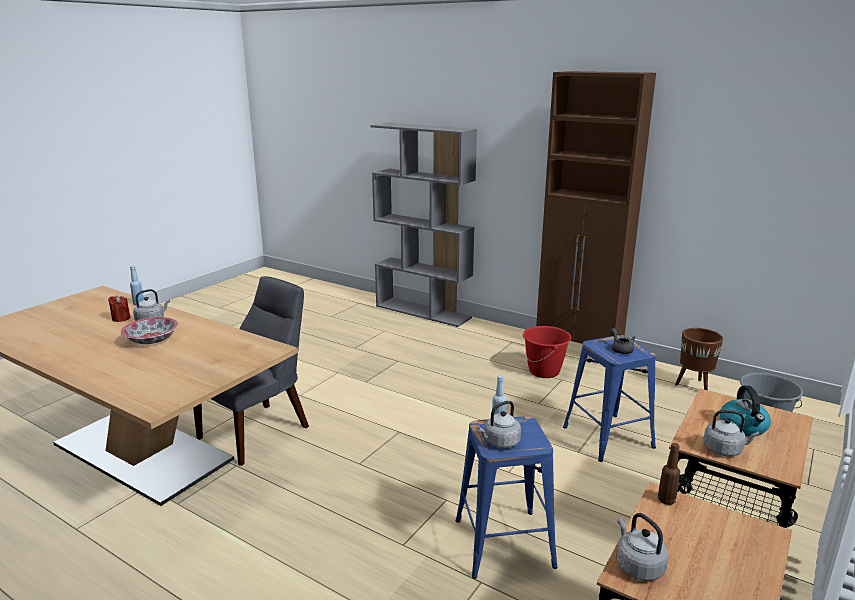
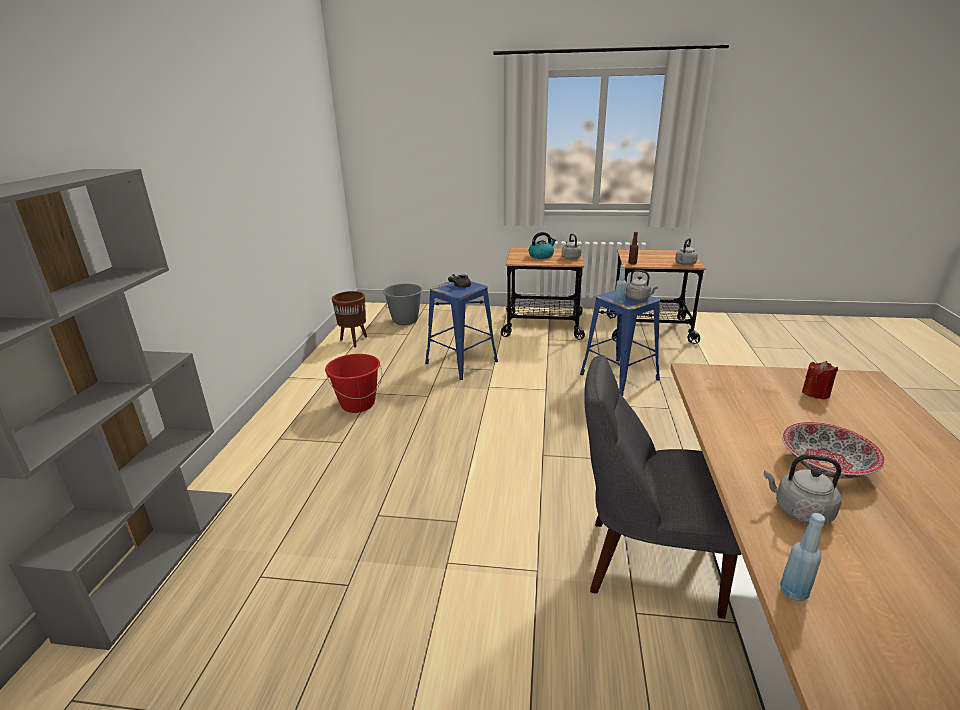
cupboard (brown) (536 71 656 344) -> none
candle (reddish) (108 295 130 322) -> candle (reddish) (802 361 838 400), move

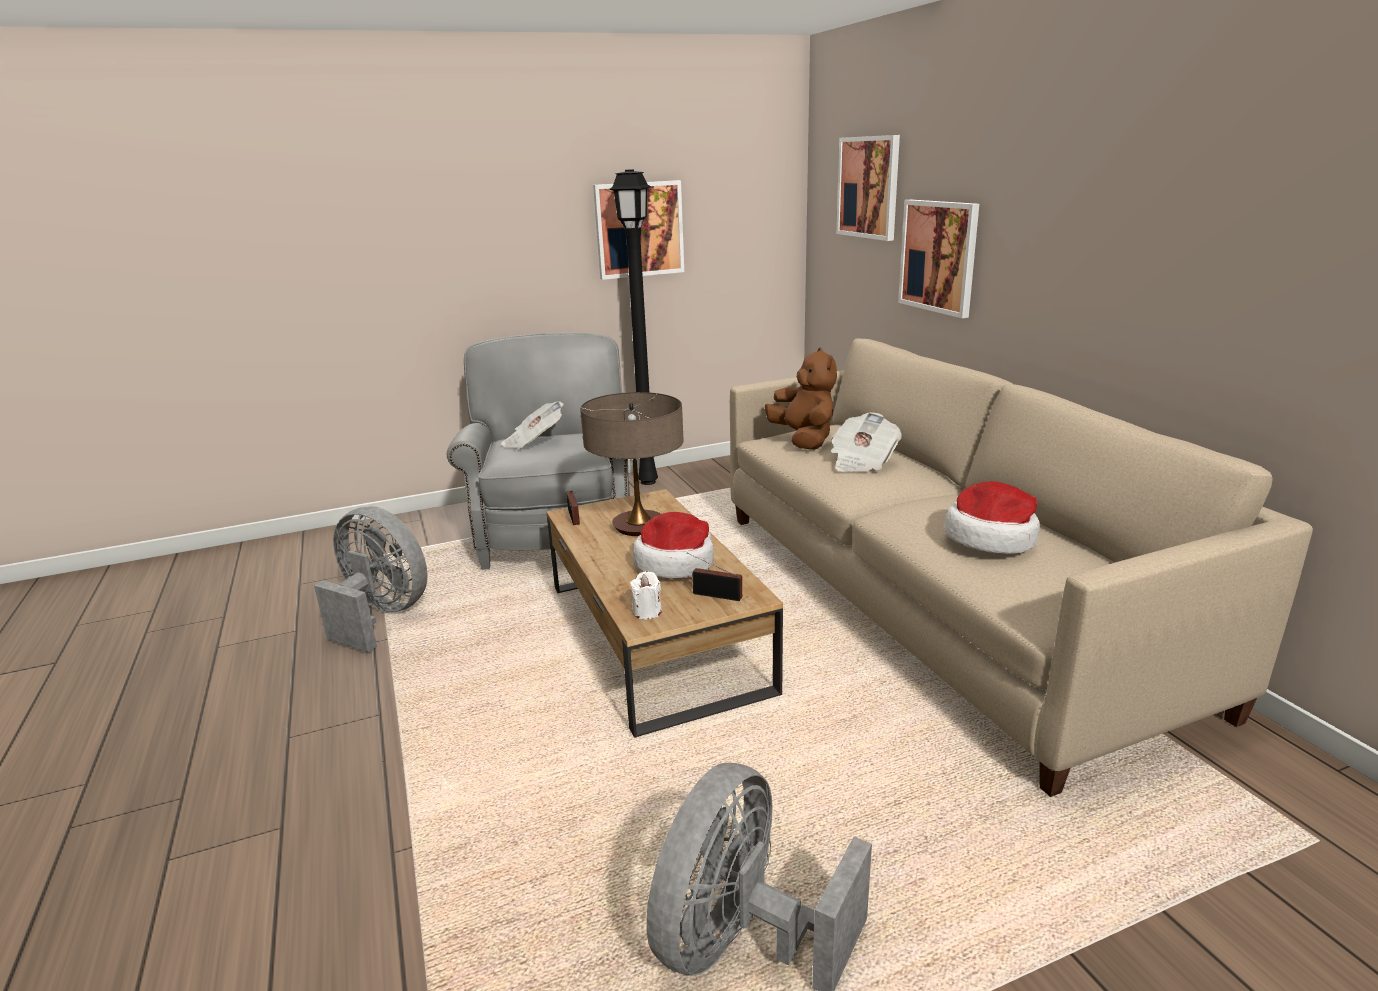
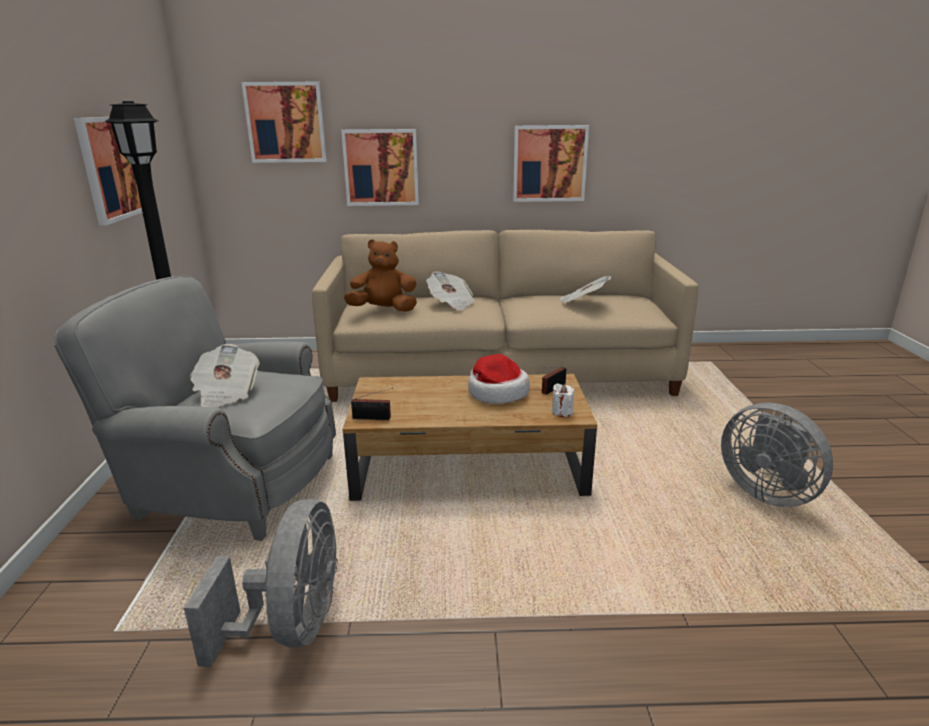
tabletop lamp (580 392 684 536) -> none
wearable hat (945 481 1040 554) -> newspaper (560 276 611 304)
fan (grey) (314 506 428 652) -> fan (grey) (184 499 338 667), 135 degrees clockwise
none -> wall art (513 125 589 202)

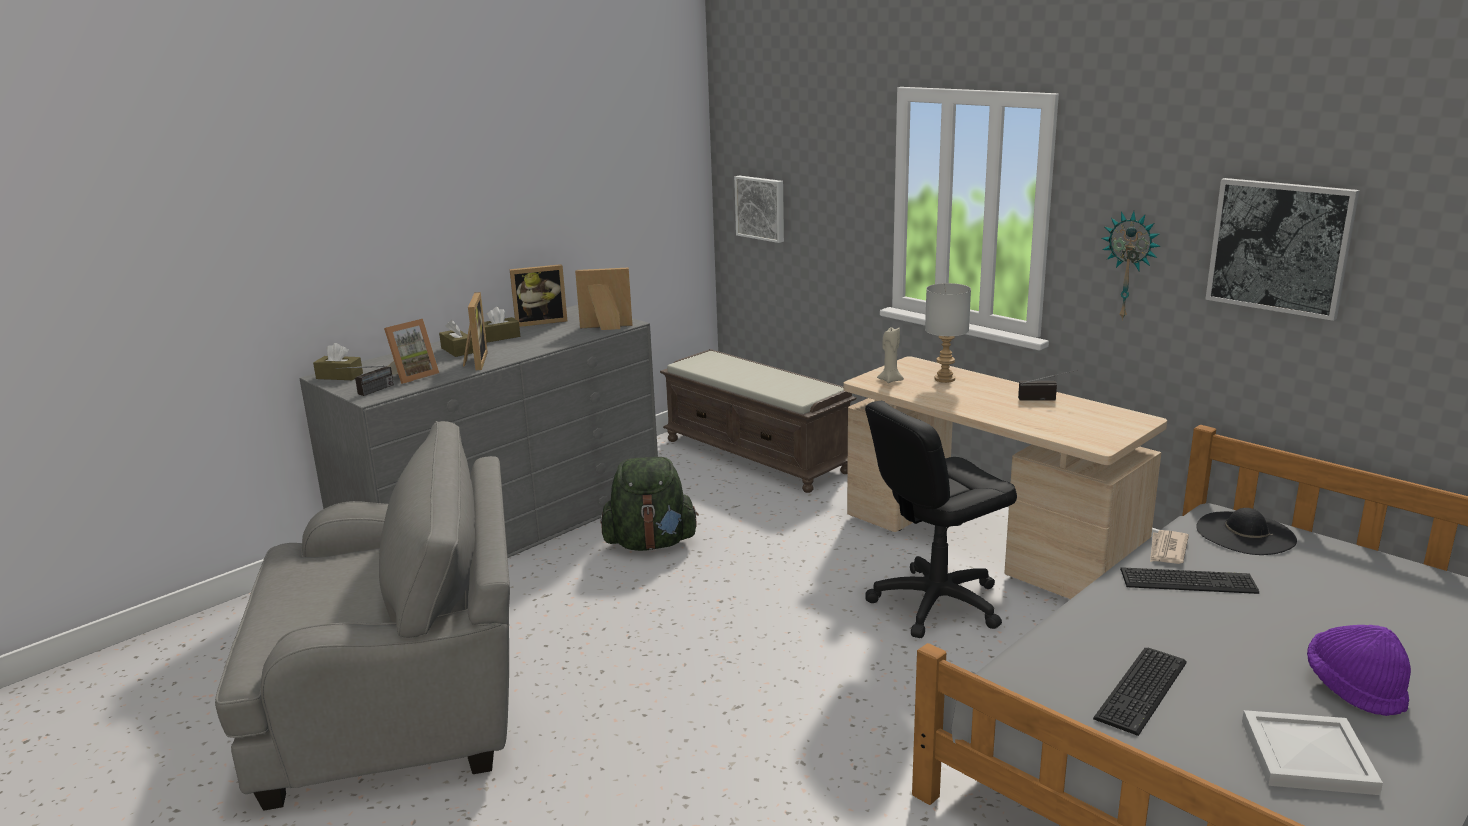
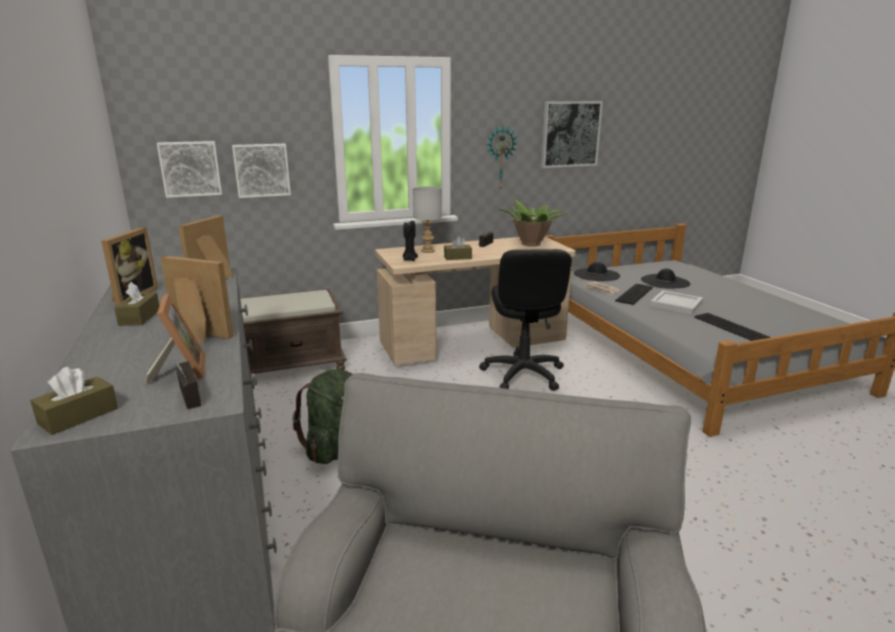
box of tissues (brown) (439 320 473 357) -> box of tissues (brown) (444 236 472 260), move
candle (beige) (877 327 904 383) -> candle (black-coloured) (403 221 418 261)
wearable hat (purplish) (1307 625 1411 716) -> none
serving tray (whitish) (1242 710 1383 795) -> serving tray (whitish) (650 290 703 315), move
none -> wall art (232 144 291 198)
none -> plant in a pot (498 200 571 246)
none -> wearable hat (black-coloured) (641 268 690 288)

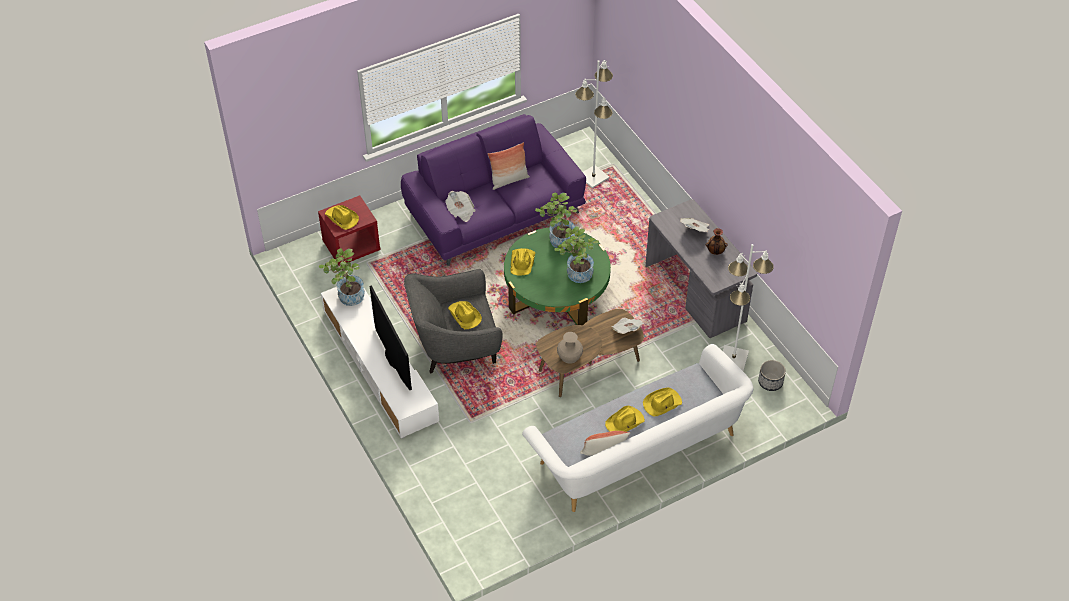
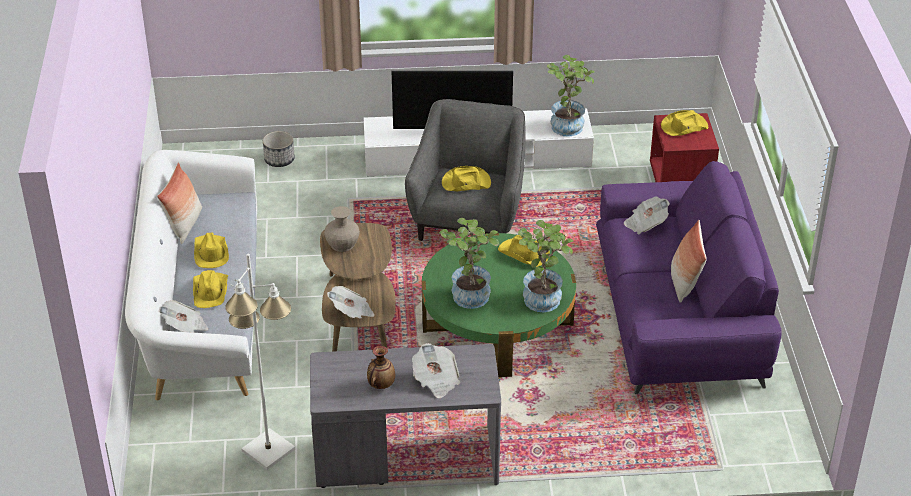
standing lamp (whitish) (575 60 613 189) -> none
plant pot (758 360 786 391) -> plant pot (263 131 295 167), move
none -> newspaper (159 300 208 333)

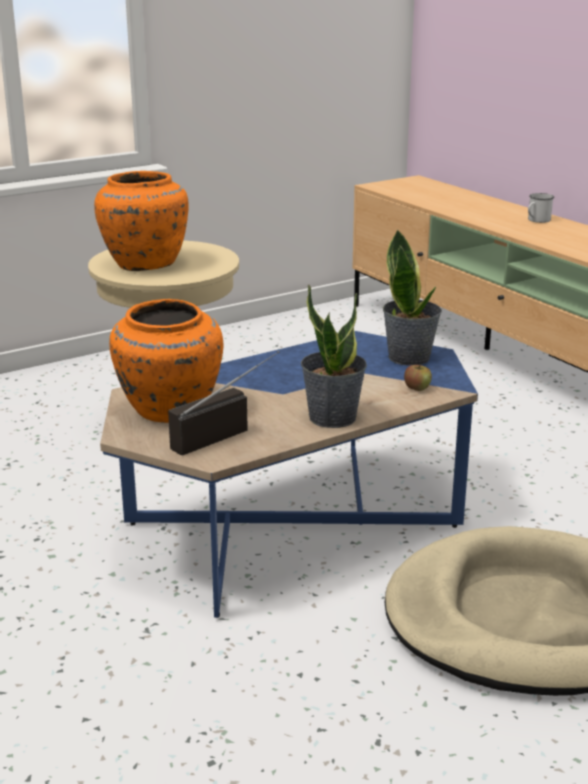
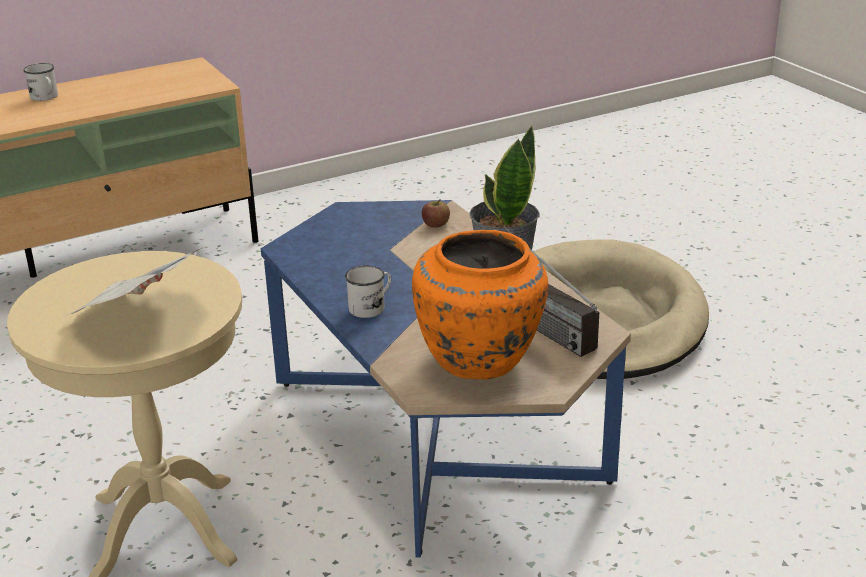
decorative vase (orange) (94 171 189 271) -> newspaper (66 247 204 316)
plant in a pot (383 229 442 366) -> none
none -> tea mug (whitish) (345 266 391 318)

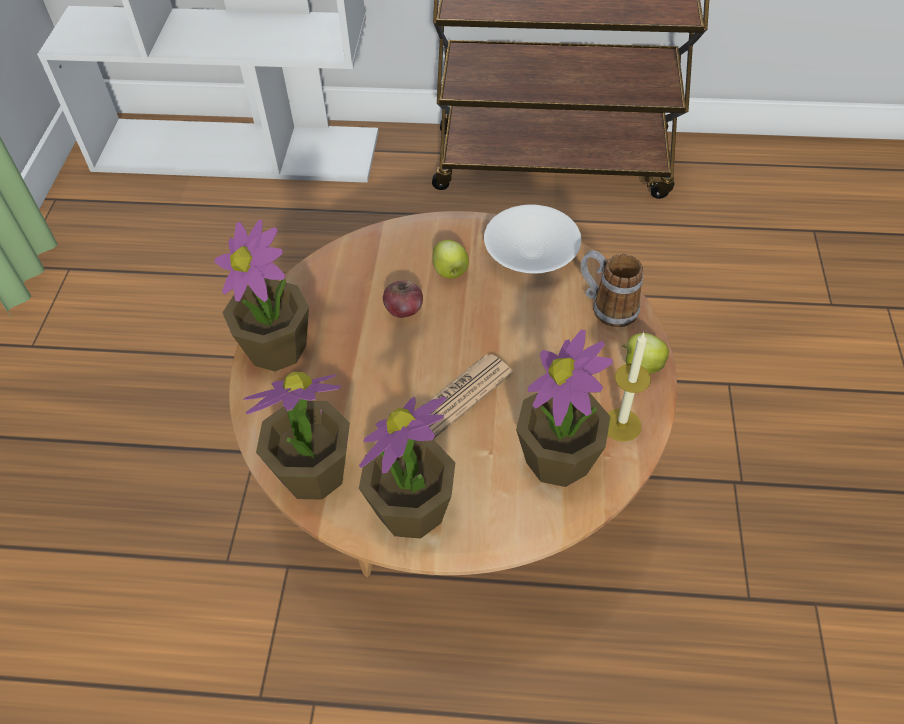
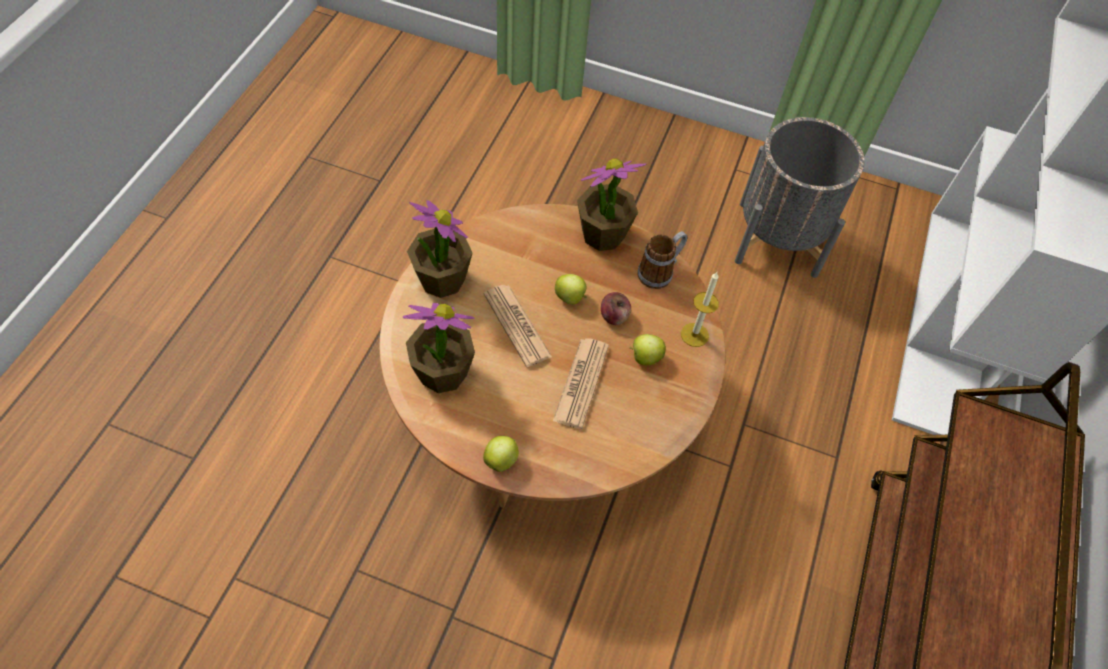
bowl (whitish) (484 205 581 273) -> none
tea mug (581 250 643 327) -> tea mug (638 231 687 289), move
candle (608 333 651 442) -> candle (681 272 719 347), move
plant in a pot (243 372 350 500) -> none
none -> plant pot (grey) (735 117 865 278)
none -> apple (555 274 587 304)
none -> newspaper (553 338 609 429)

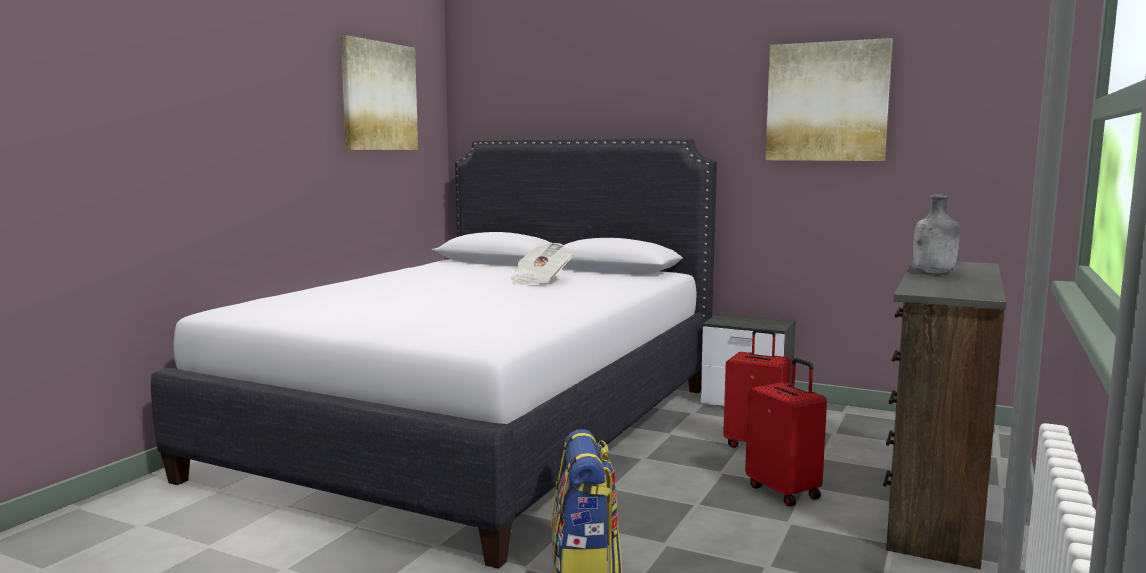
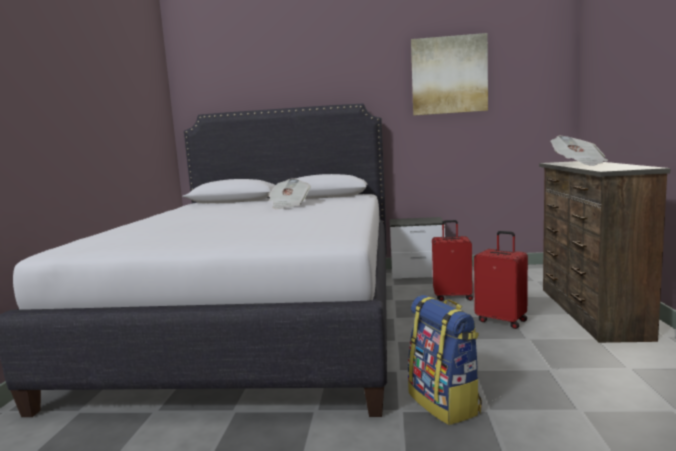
wall art (341 35 418 150) -> none
drink bottle (grey) (913 195 960 274) -> newspaper (550 136 608 166)

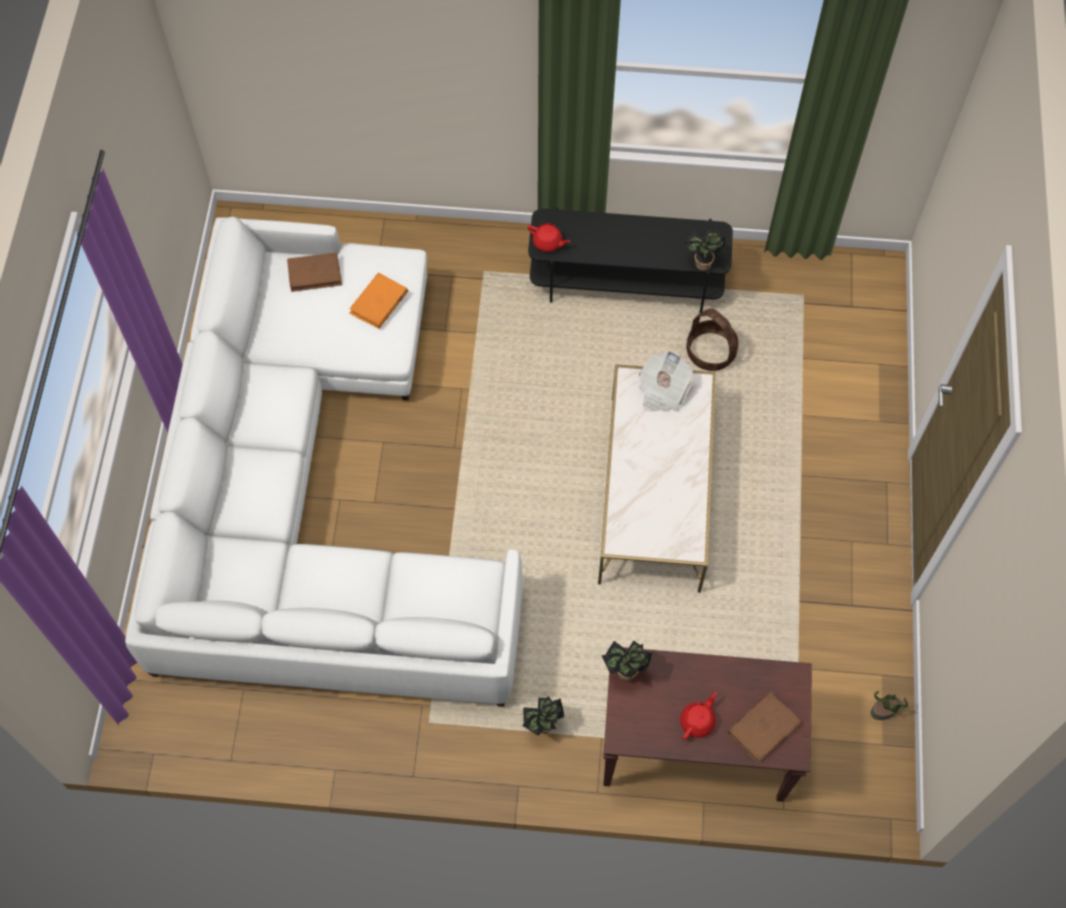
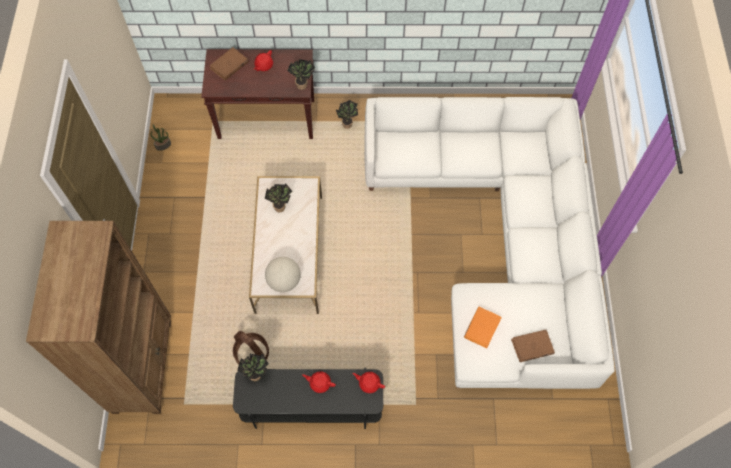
newspaper (639 350 694 412) -> globe (265 257 301 292)
none -> plant in a pot (265 184 292 213)
none -> bookshelf (brown) (26 221 171 414)
none -> teapot (reddish) (302 371 336 393)

